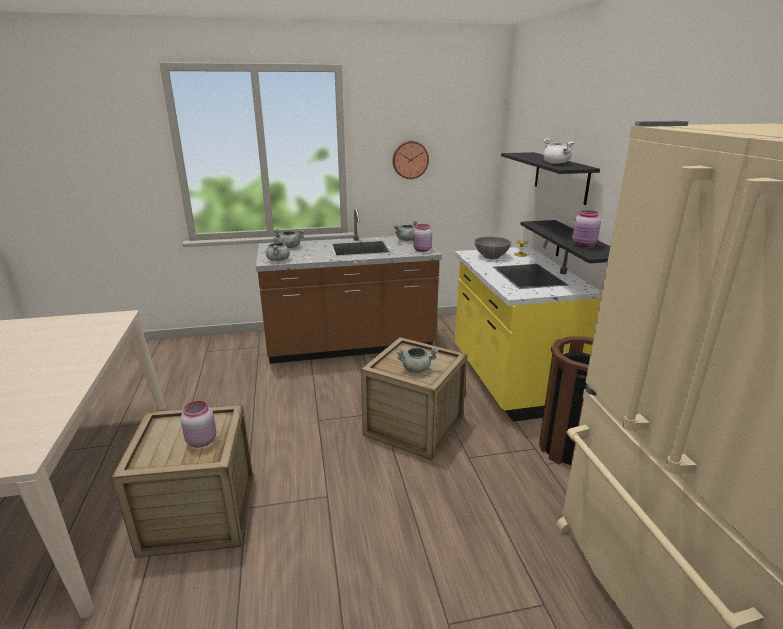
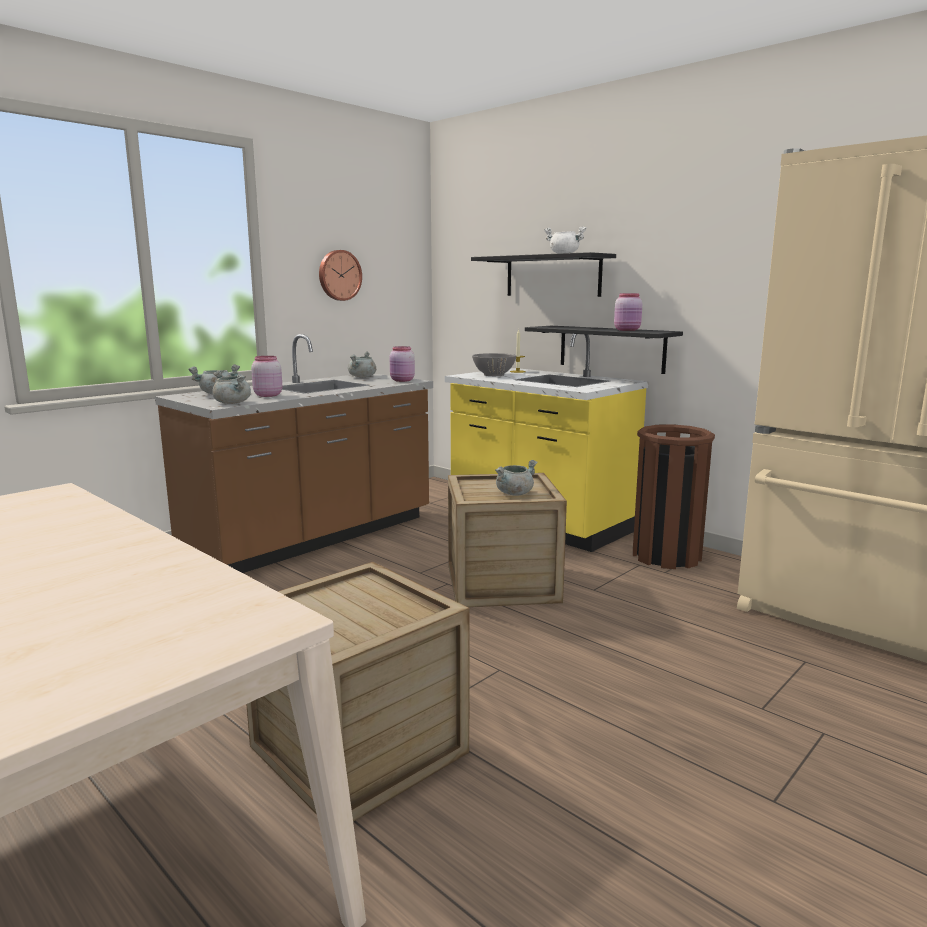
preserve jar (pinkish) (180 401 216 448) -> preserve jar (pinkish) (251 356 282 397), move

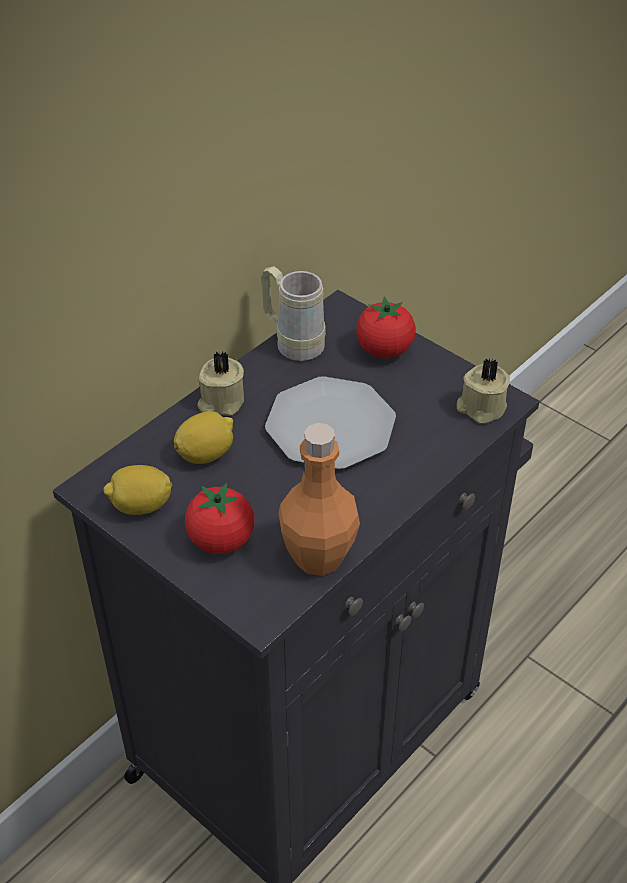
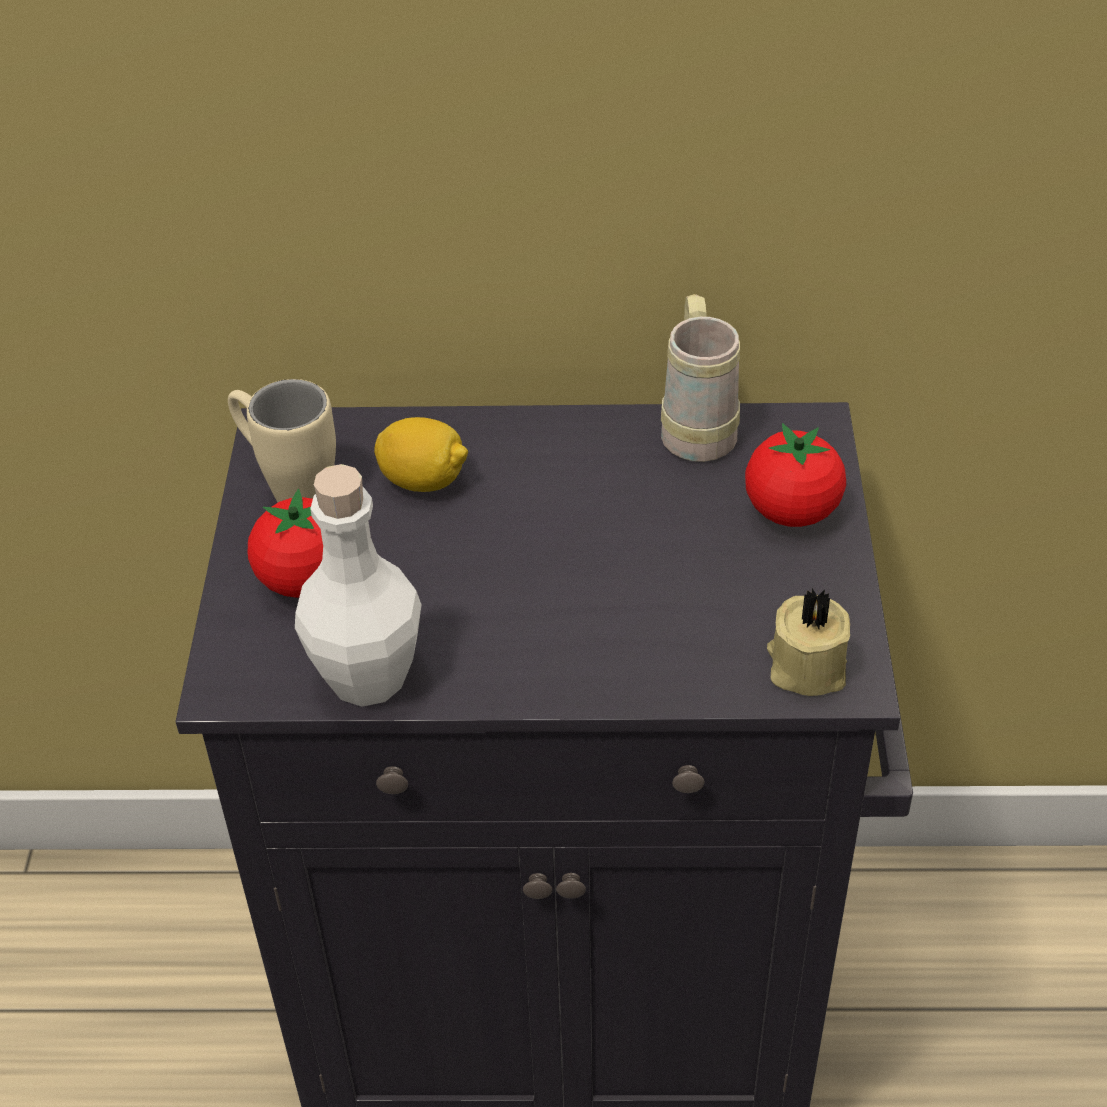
candle (beige) (198 351 244 416) -> none
flat dish (265 376 396 470) -> none
drink bottle (orange) (279 423 360 576) -> drink bottle (whitish) (295 464 422 707)
whole lemon (103 465 172 515) -> tea mug (beige) (228 379 336 502)

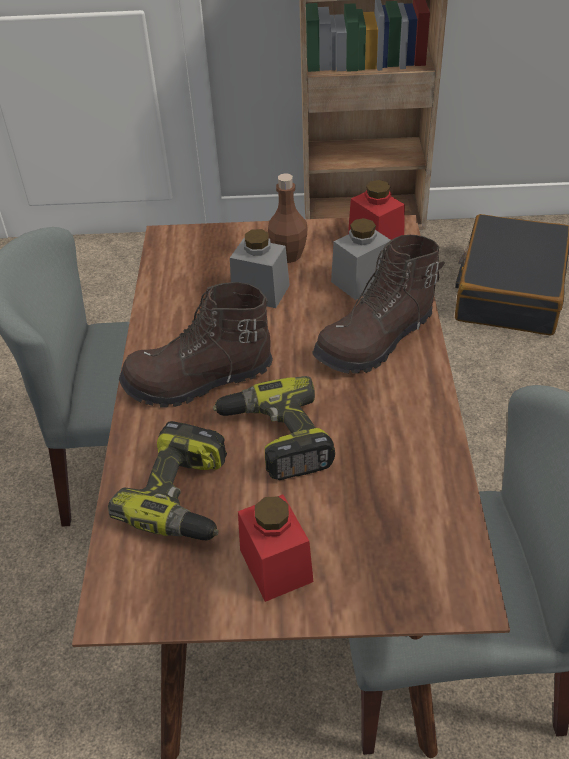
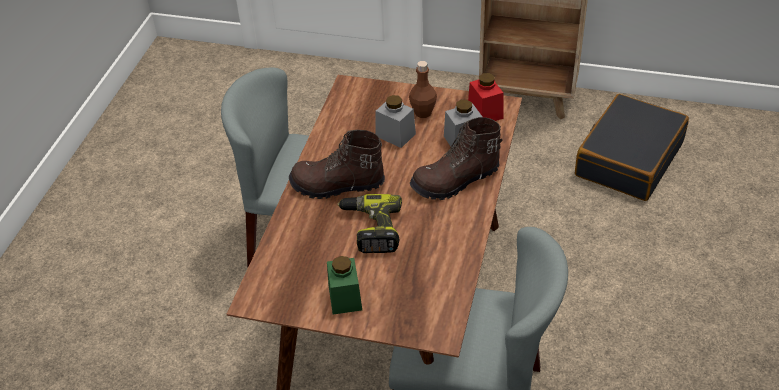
power drill (108 421 227 540) -> none
preserve jar (reddish) (238 495 314 602) -> preserve jar (green) (327 256 362 315)

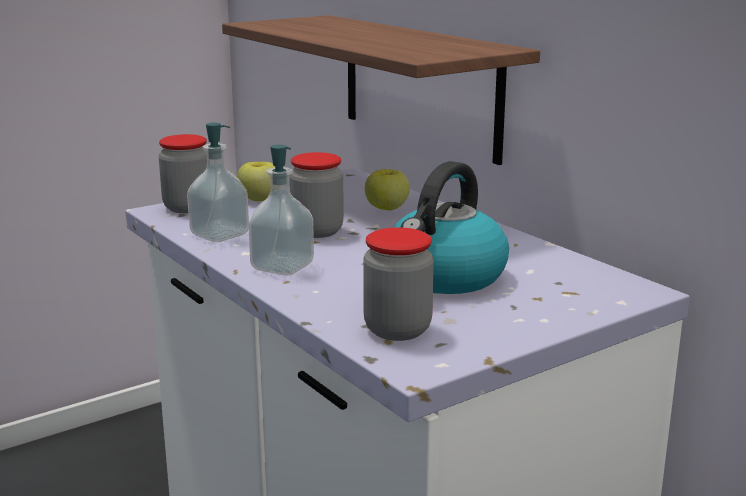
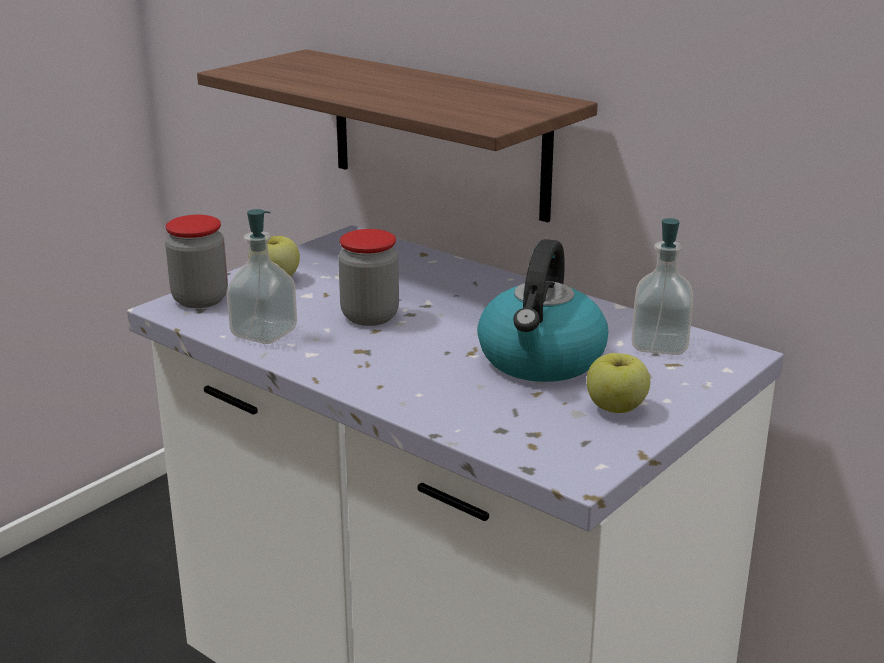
soap bottle (248 144 314 276) -> soap bottle (631 218 693 355), move
apple (365 169 410 210) -> apple (587 353 650 413), move
preserve jar (363 227 434 341) -> none

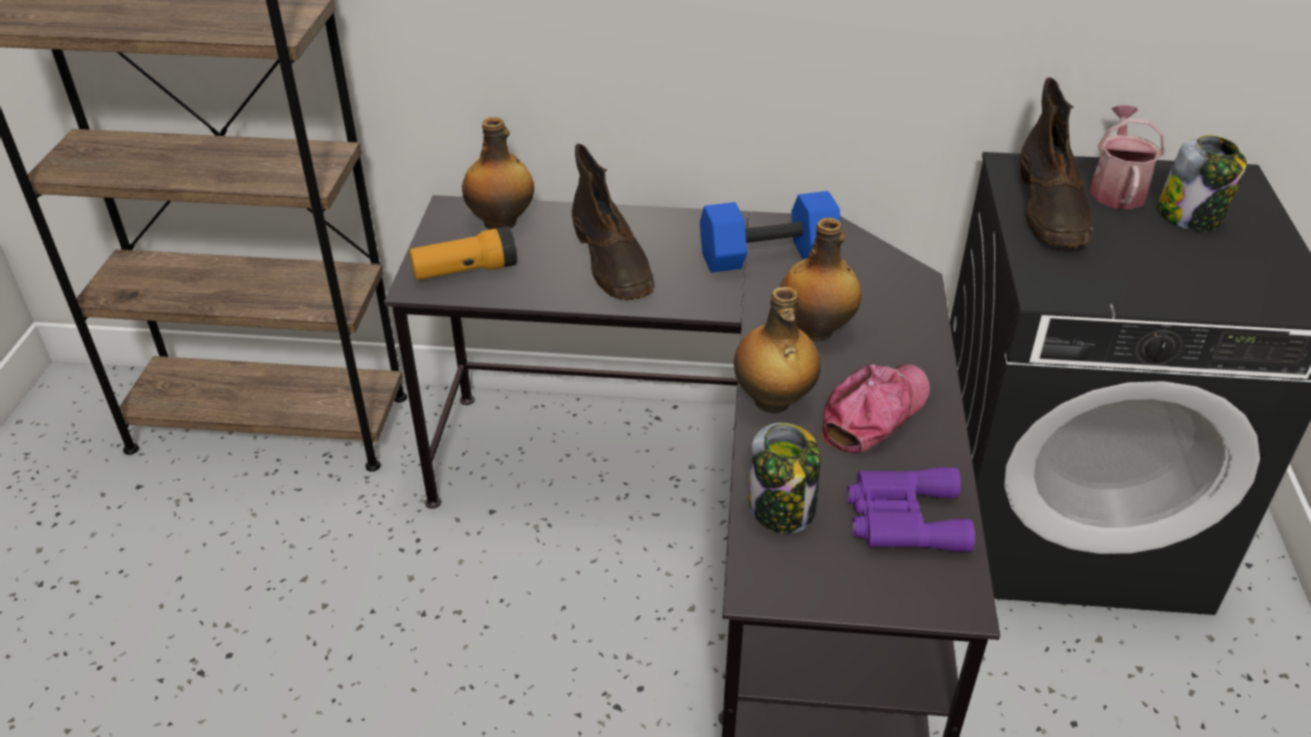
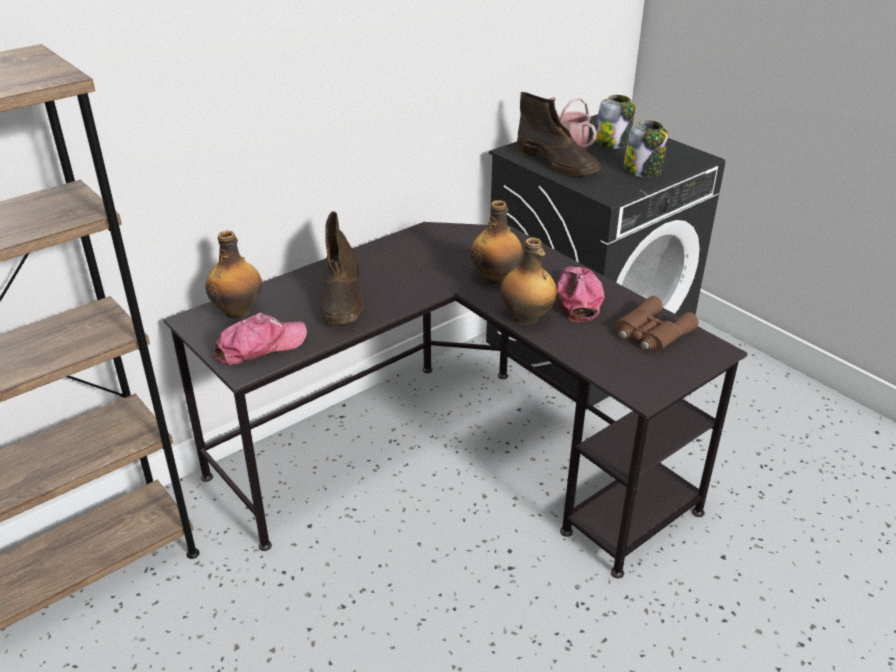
high-top boot (brown) (572 144 654 301) -> high-top boot (brown) (322 211 363 325), 60 degrees clockwise
dumbbell (blue-coloured) (700 191 841 273) -> none
torch (409 226 517 280) -> peaked cap (214 313 307 366)
preserve jar (749 423 820 534) -> preserve jar (623 120 668 178), move
binoculars (purplish) (847 467 975 552) -> binoculars (brown) (615 296 699 351)

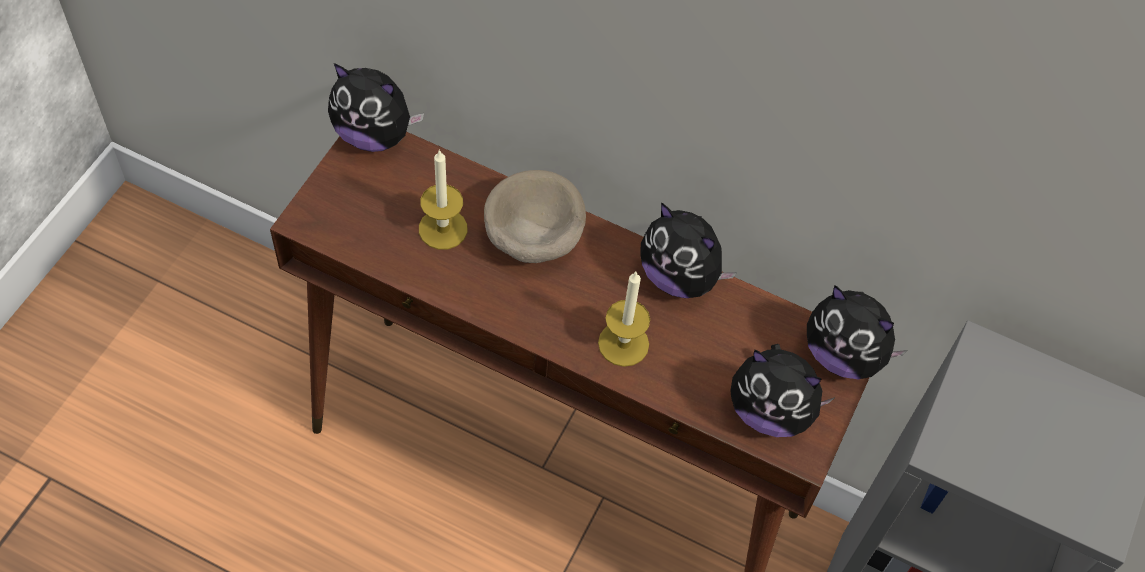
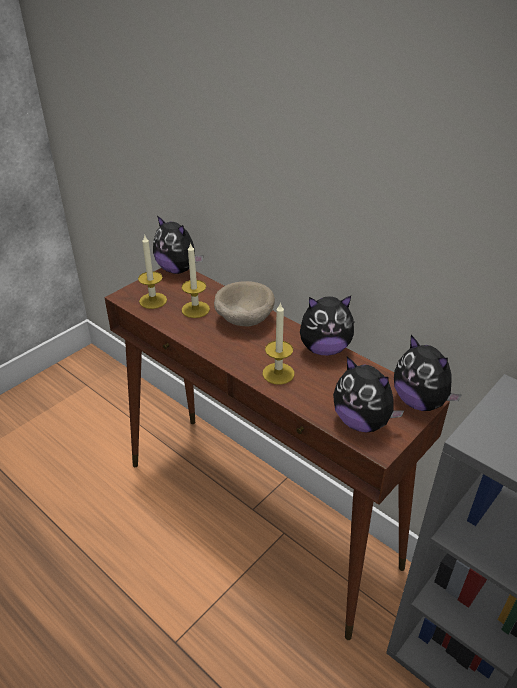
soft toy (641 202 737 298) -> soft toy (300 296 355 355), 60 degrees counterclockwise
none -> candle (138 234 167 309)

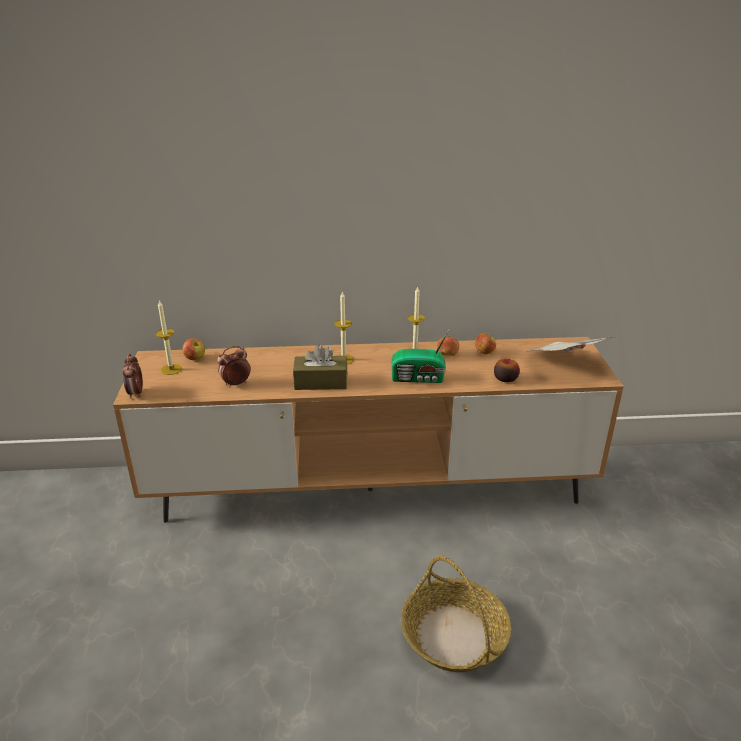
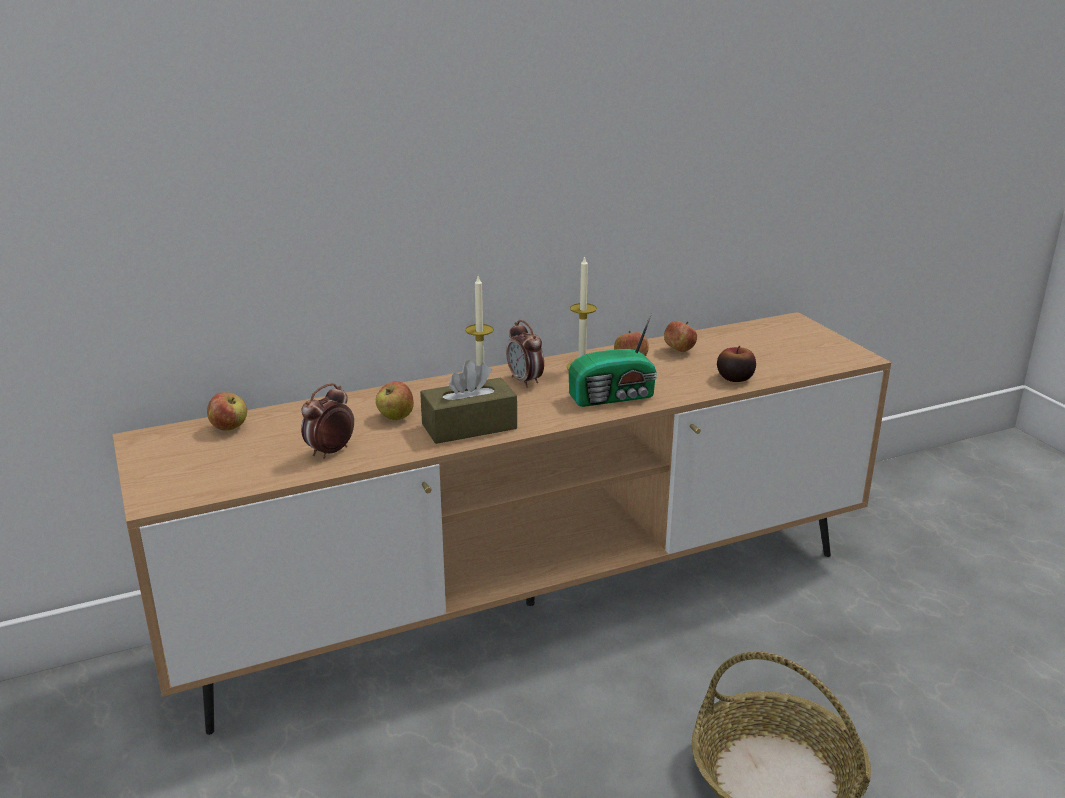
candle (156 300 182 375) -> none
newspaper (523 337 612 353) -> none
table clock (122 353 143 399) -> table clock (506 320 544 388), move
none -> apple (376 381 414 420)

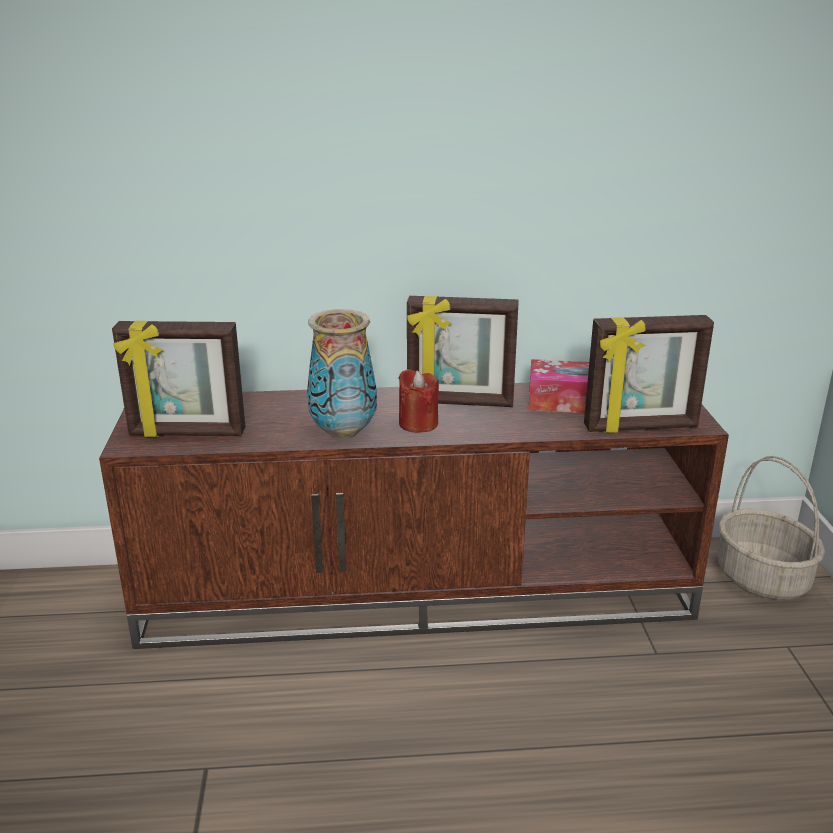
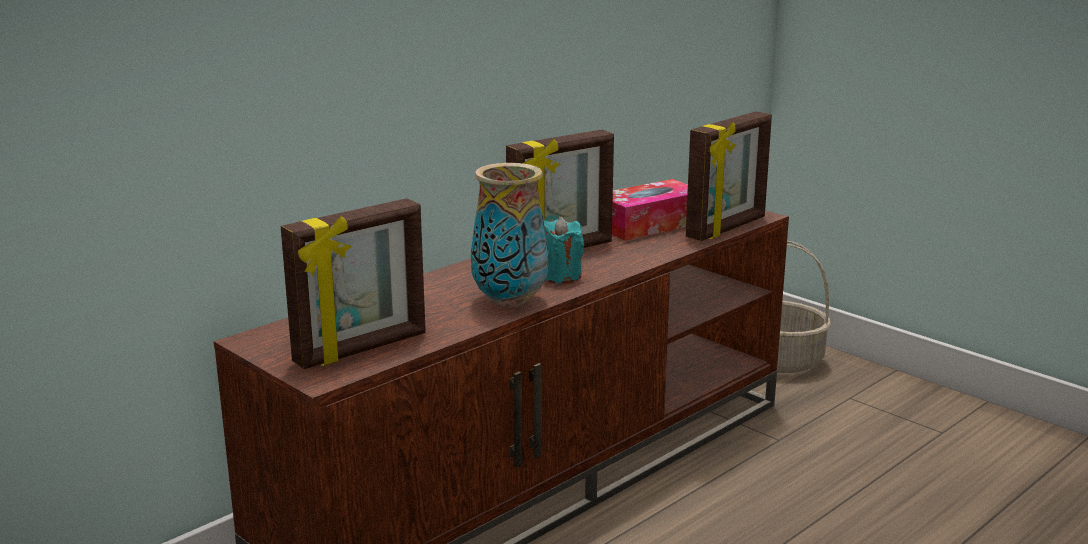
candle (reddish) (398 369 439 433) -> candle (turquoise) (544 216 584 283)

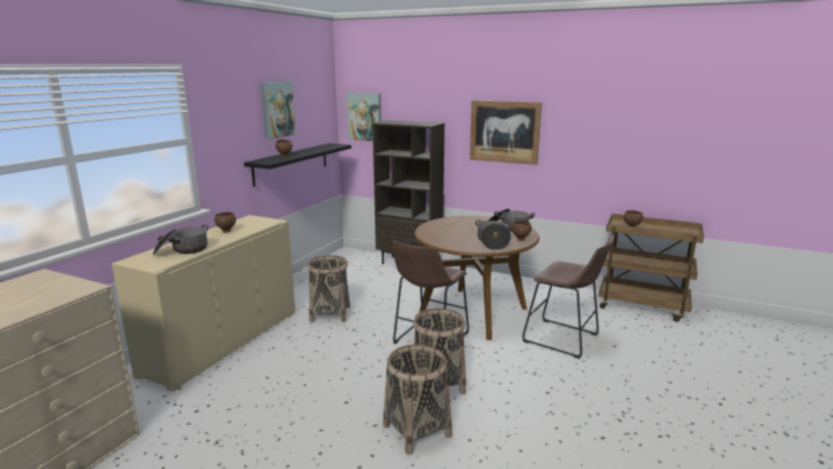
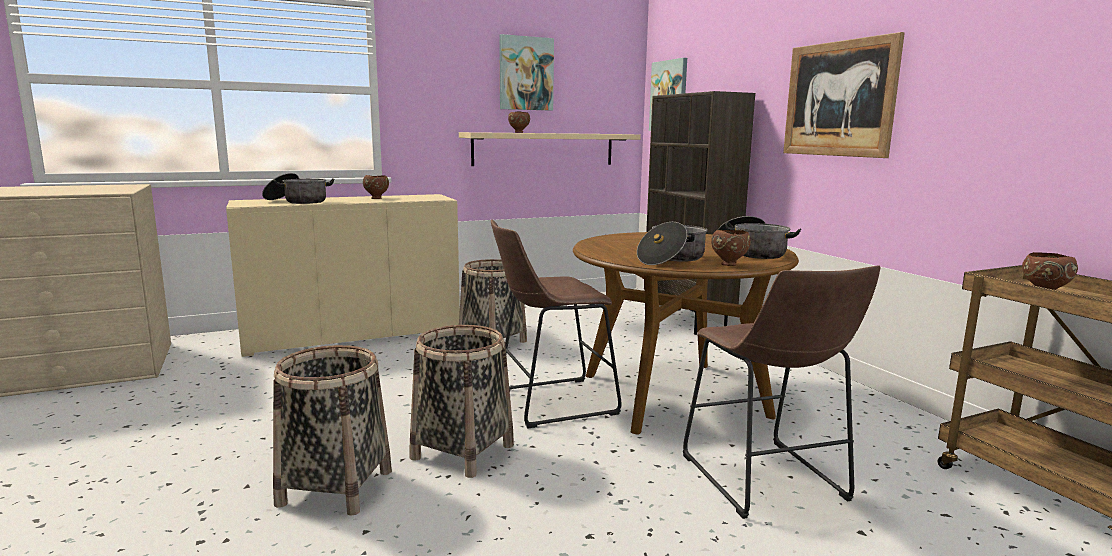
shelf (black-coloured) (244 143 351 187) -> shelf (beige) (459 132 641 166)

